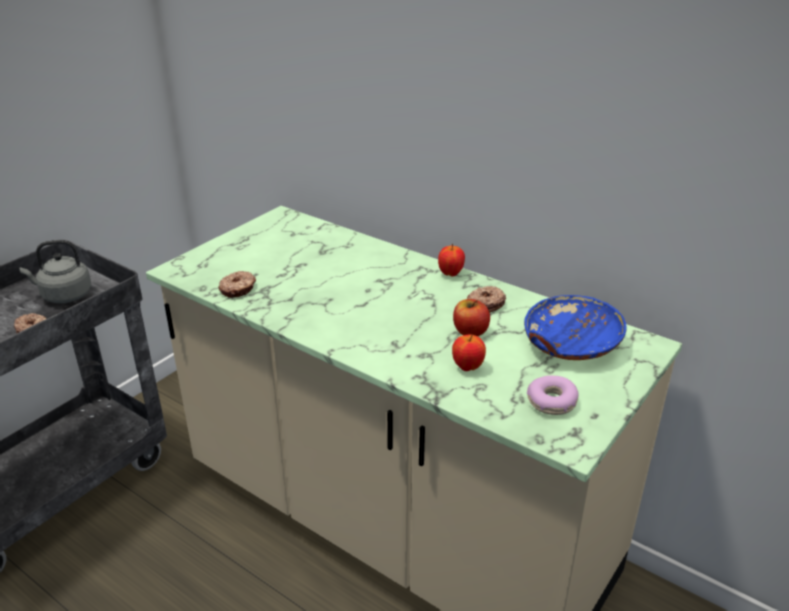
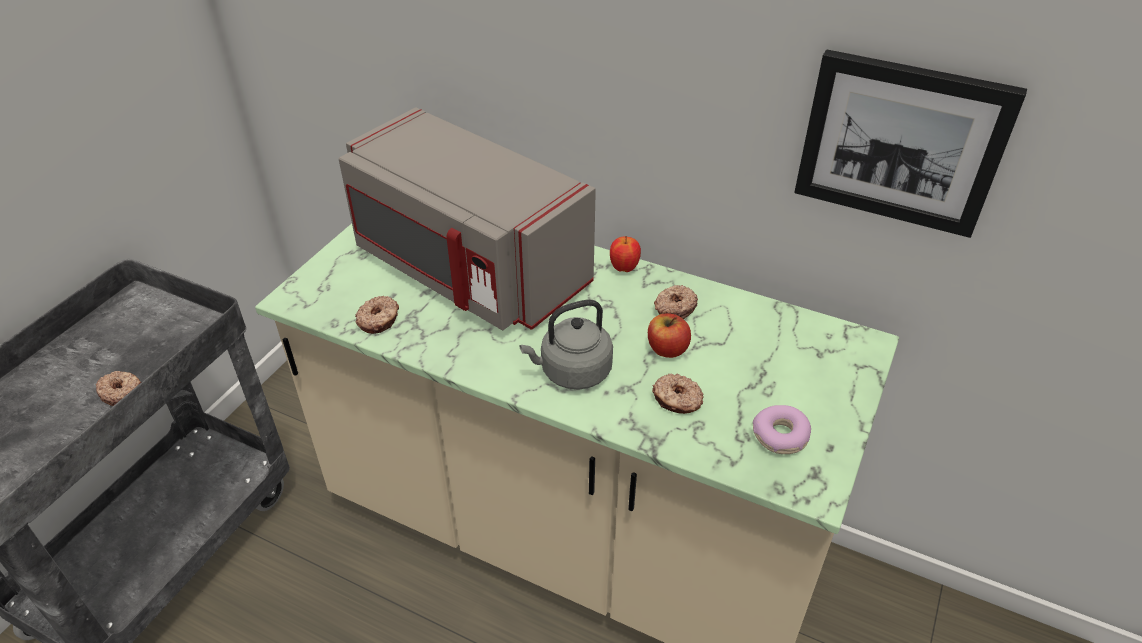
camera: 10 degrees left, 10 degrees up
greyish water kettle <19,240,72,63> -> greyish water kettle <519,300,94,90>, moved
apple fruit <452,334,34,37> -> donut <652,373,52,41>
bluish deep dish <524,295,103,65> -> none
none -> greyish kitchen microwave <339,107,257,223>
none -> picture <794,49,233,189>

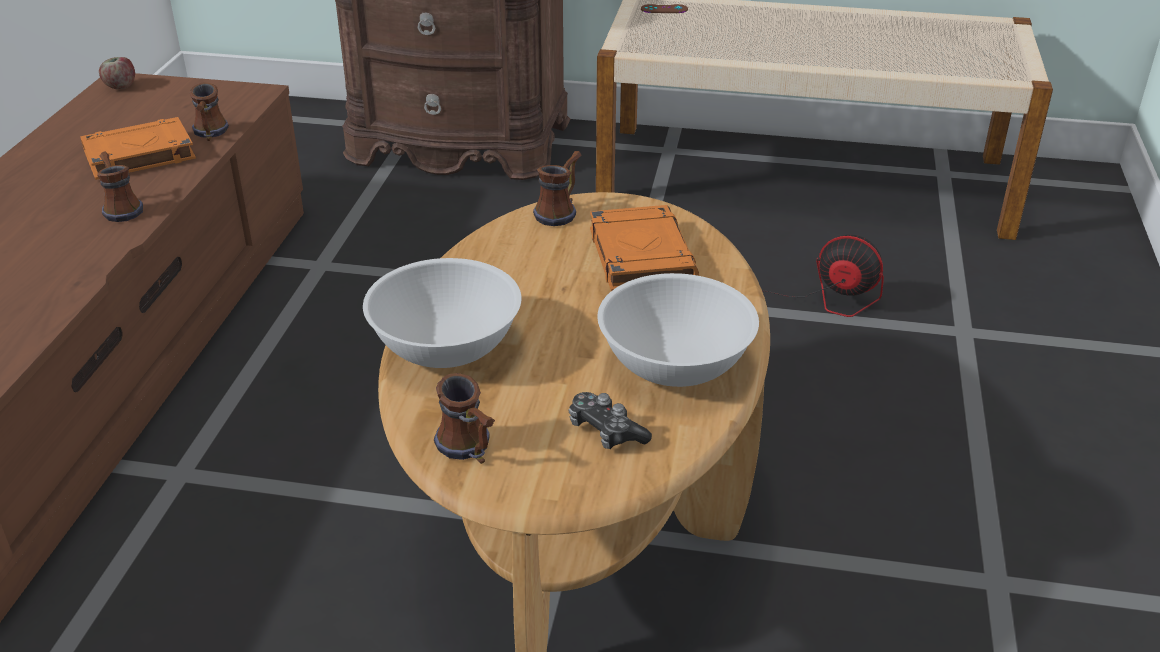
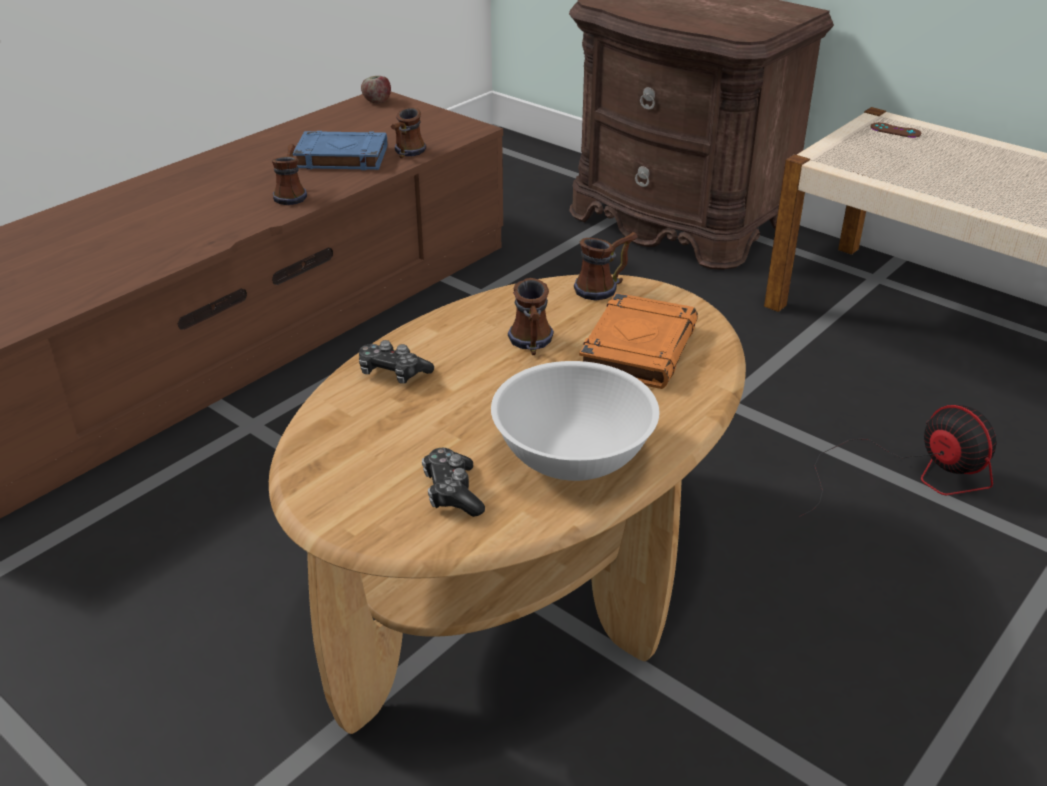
camera: 30 degrees right, 0 degrees up
orangey book <80,117,116,63> -> bluish book <293,131,94,39>
white-coloured deep dish <363,258,159,110> -> gamepad <359,340,75,44>
coffee mug <434,373,61,91> -> coffee mug <508,278,46,77>, moved

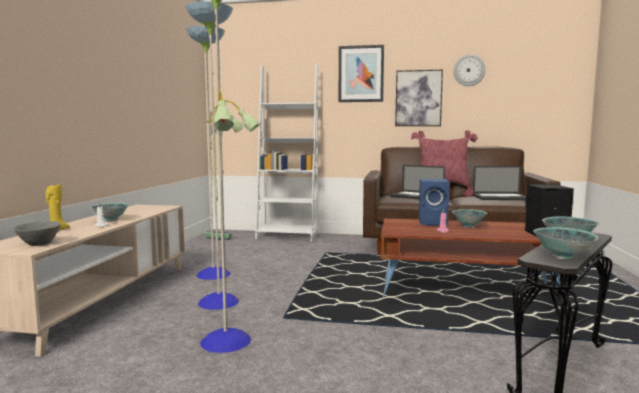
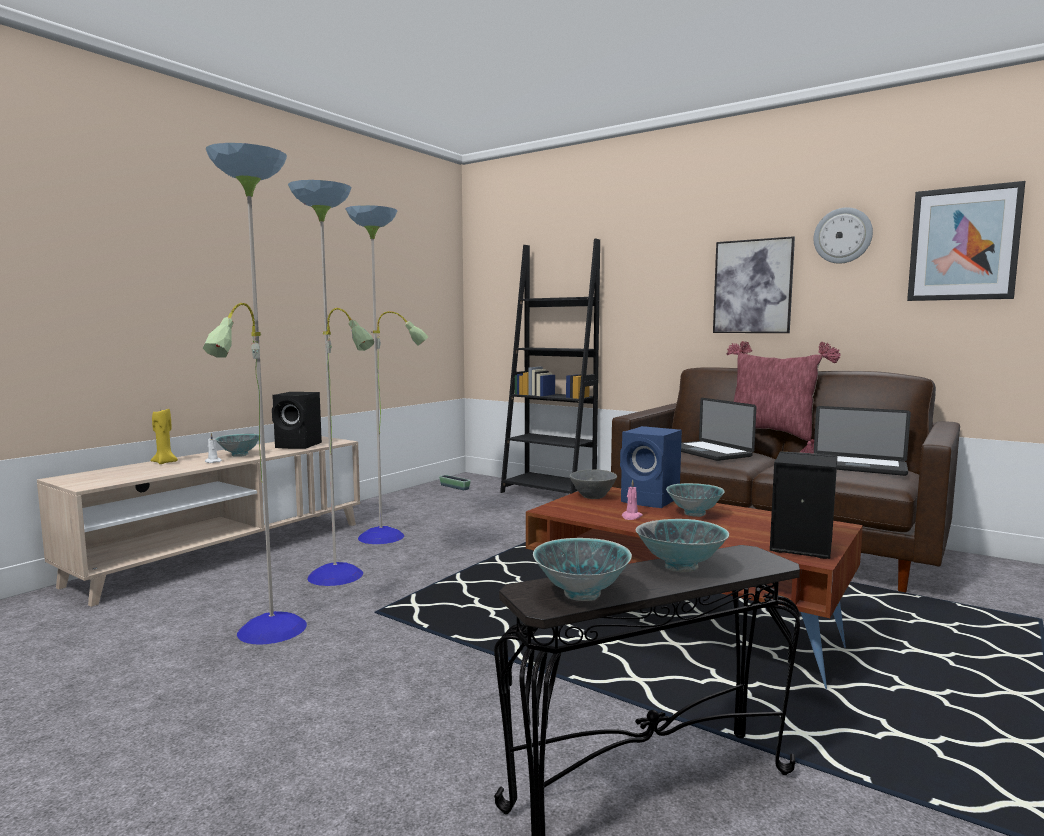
camera: 25 degrees right, 0 degrees up
greyish deep dish <13,221,48,25> -> greyish deep dish <570,470,47,29>, moved
white-coloured shelving unit <255,64,63,177> -> black-coloured shelving unit <500,239,100,255>
picture <339,45,45,57> -> picture <907,181,118,120>, moved
none -> black-coloured speaker <272,392,50,57>

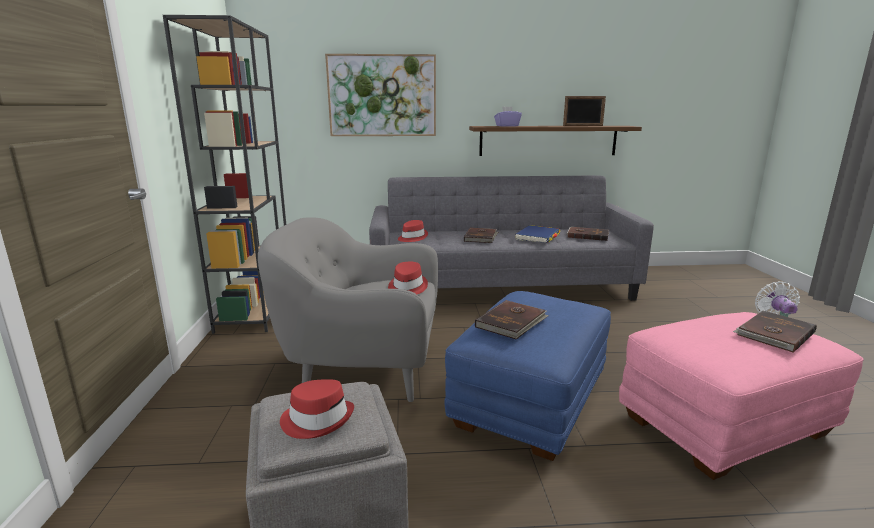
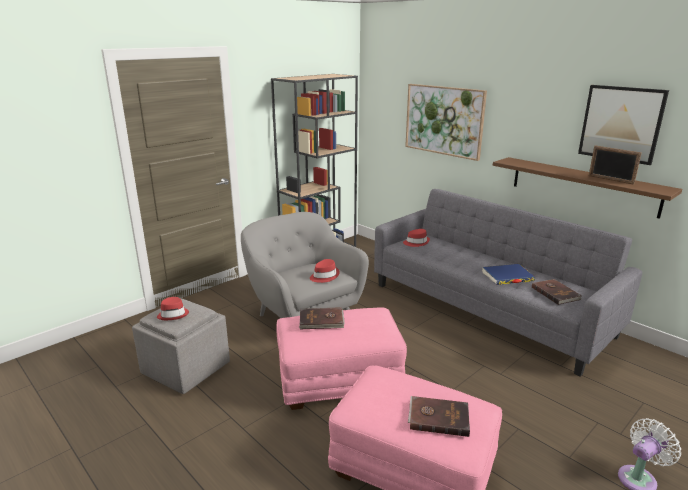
camera: 50 degrees right, 5 degrees up
bluish footrest <444,291,167,170> -> pinkish footrest <276,307,131,103>
brownish book <464,228,34,15> -> none
purplish tissue holder <494,107,28,20> -> none
none -> picture <578,85,91,80>

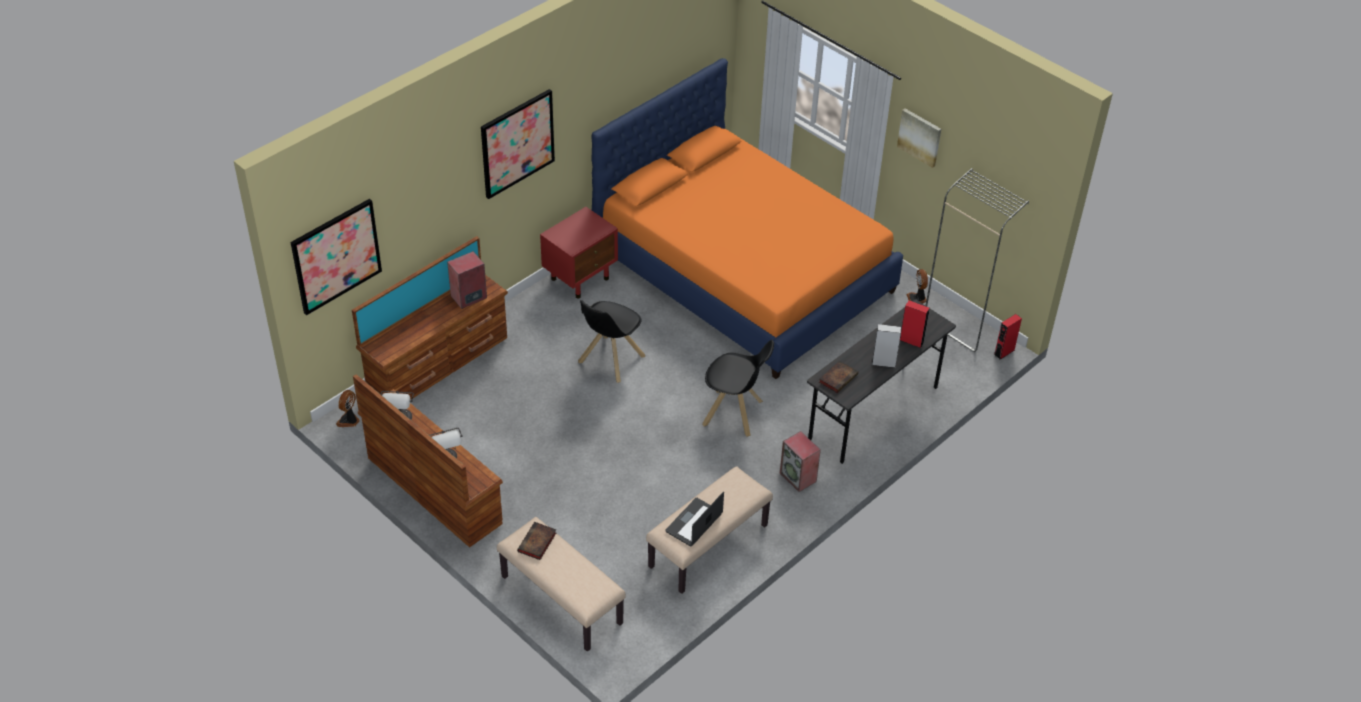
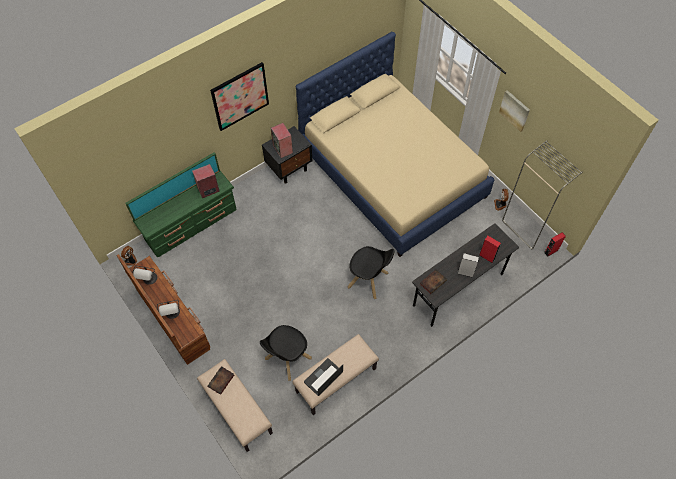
camera: 10 degrees right, 15 degrees up
picture <291,199,91,116> -> none
brownish drawer chest <352,236,156,163> -> green-coloured drawer chest <125,152,112,106>
red-coloured bedside table <540,207,78,92> -> black-coloured bedside table <262,126,51,58>
black-coloured plain chair <578,300,67,83> -> black-coloured plain chair <260,325,52,56>, moved
orangey bedroom bed <591,58,312,321> -> beige bedroom bed <296,32,198,225>
speaker <780,431,41,61> -> speaker <271,123,22,35>, moved

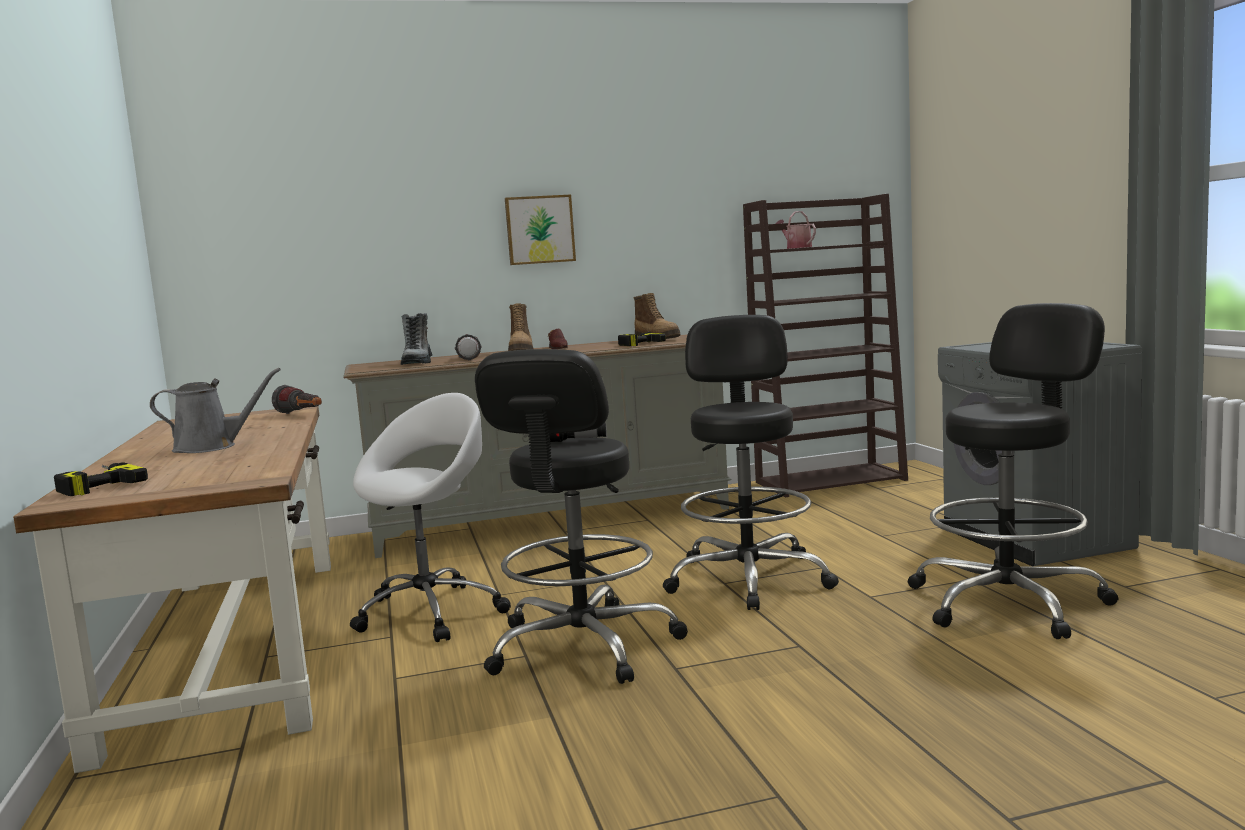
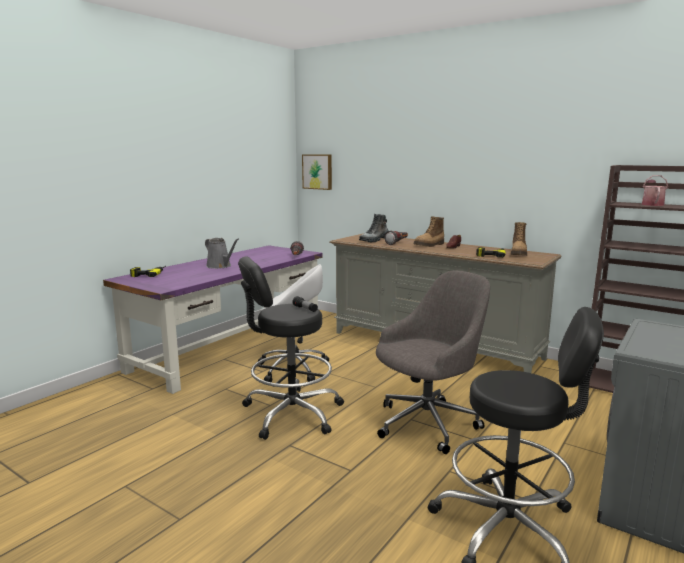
camera: 50 degrees right, 5 degrees up
brownish desk table <13,406,318,367> -> purplish desk table <103,245,220,149>
picture <505,195,71,70> -> picture <302,154,30,36>, moved
black-coloured stool seat <663,315,176,295> -> greyish office chair <376,270,114,184>

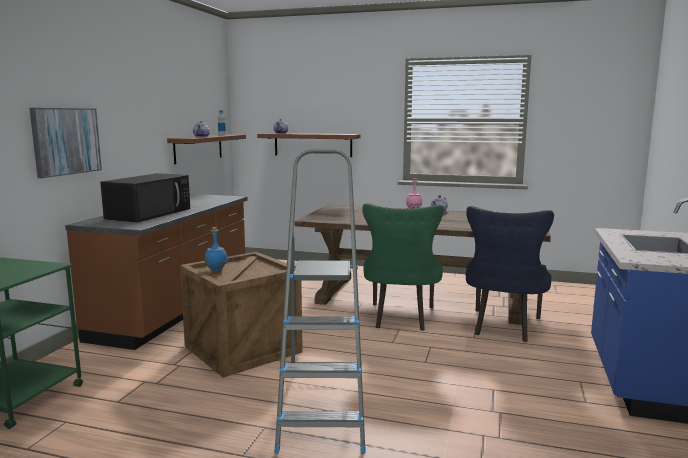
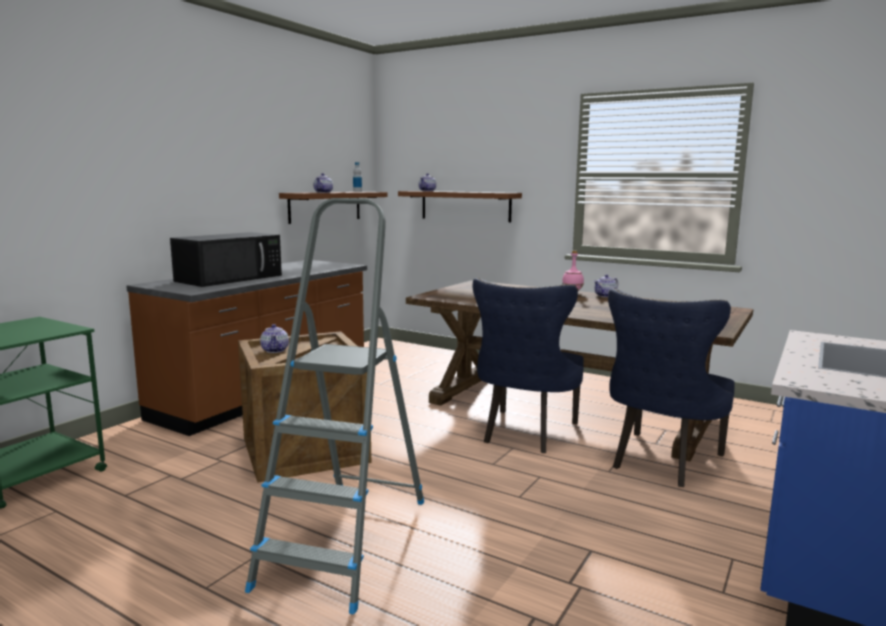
camera: 15 degrees right, 0 degrees up
picture <29,108,73,70> -> none
bluish beverage bottle <205,227,22,45> -> pot for tea <260,324,29,29>
green-coloured plain chair <363,203,81,128> -> bluish plain chair <473,278,111,175>

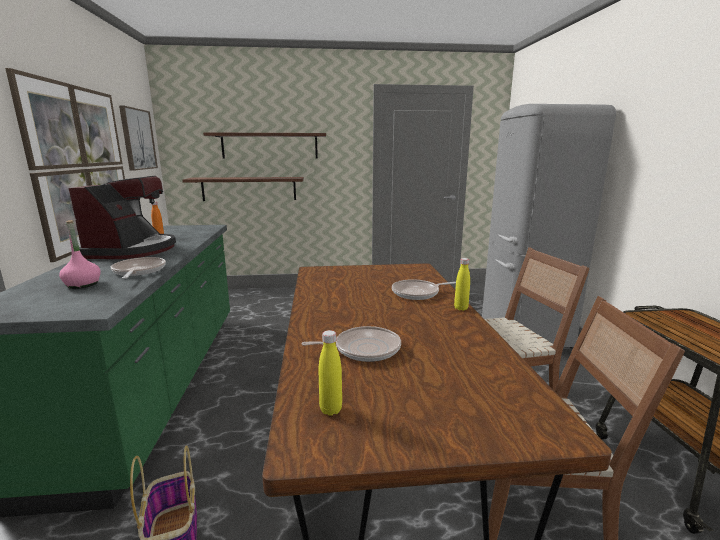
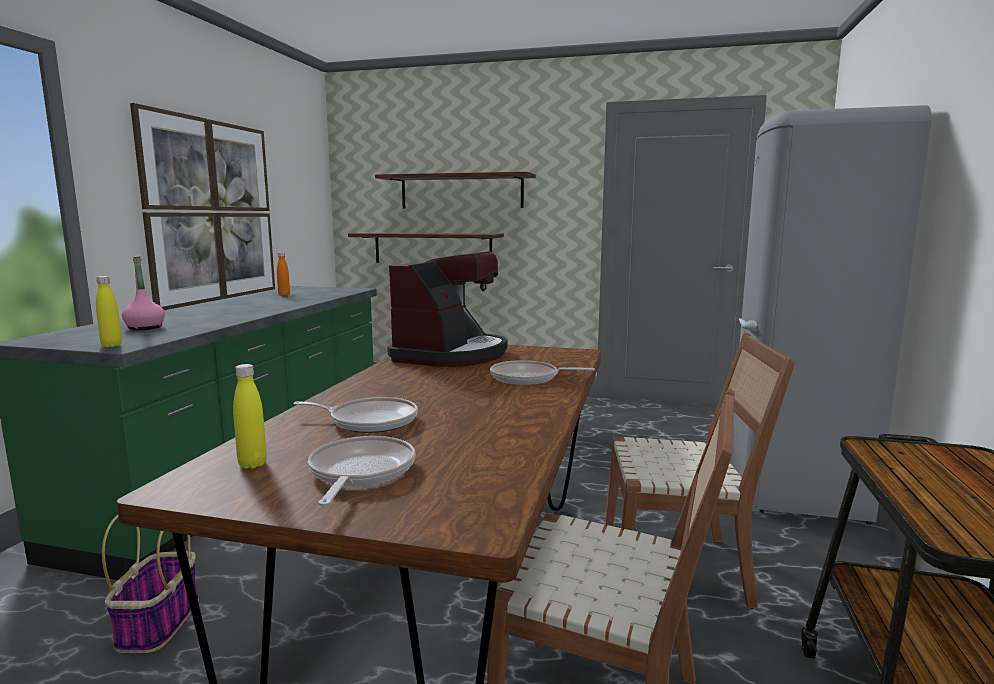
camera: 20 degrees right, 5 degrees down
coffee maker <69,176,107,83> -> coffee maker <387,251,121,116>, moved
skillet <111,257,55,22> -> skillet <308,436,108,70>, moved
picture <119,105,39,66> -> none
yellow-coloured beverage bottle <454,258,16,53> -> yellow-coloured beverage bottle <96,276,26,71>, moved

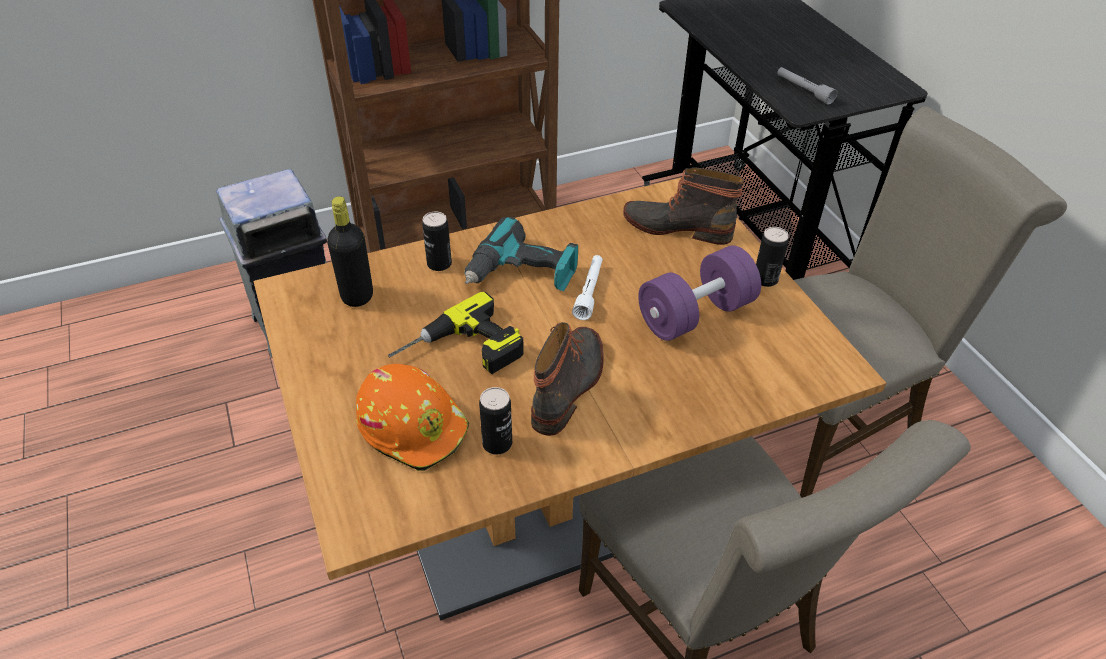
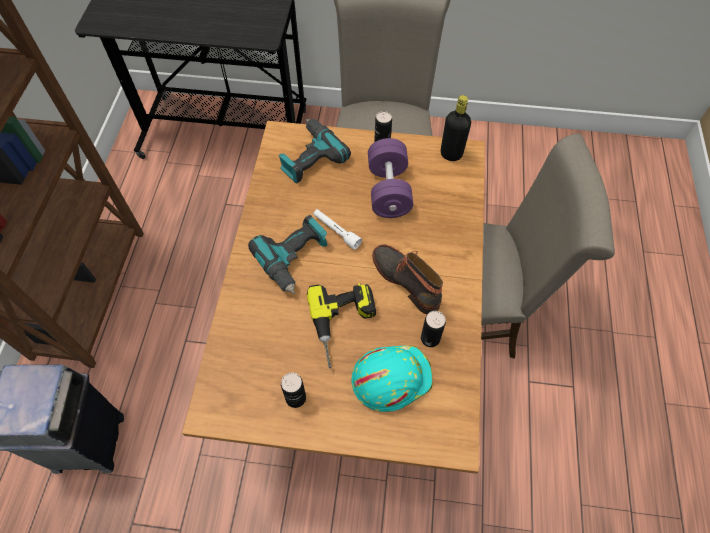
camera: 60 degrees left, 15 degrees up
black-coloured beverage bottle <327,196,46,111> -> black-coloured beverage bottle <441,95,30,66>, moved
orangey work helmet <356,364,113,107> -> turquoise work helmet <352,345,81,67>
sealed can <422,212,30,59> -> sealed can <281,373,25,35>, moved
high-top boot <623,167,121,78> -> drill <278,118,73,65>
greyish flashlight <777,67,60,38> -> none

